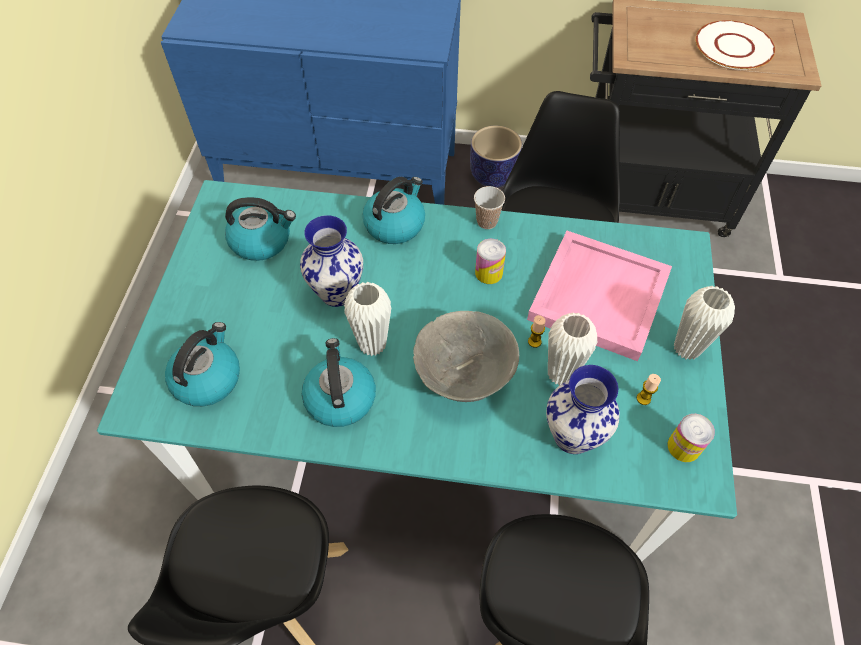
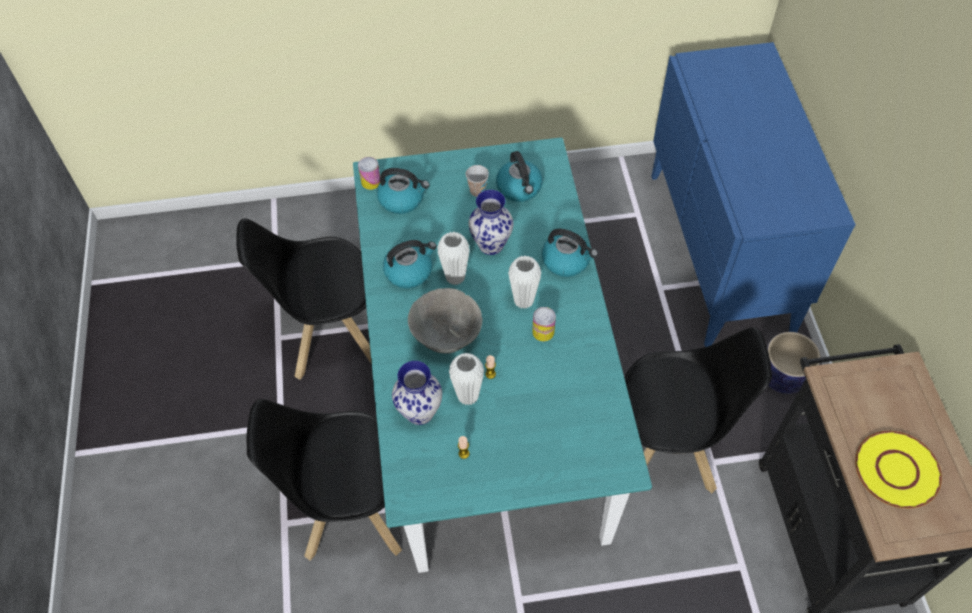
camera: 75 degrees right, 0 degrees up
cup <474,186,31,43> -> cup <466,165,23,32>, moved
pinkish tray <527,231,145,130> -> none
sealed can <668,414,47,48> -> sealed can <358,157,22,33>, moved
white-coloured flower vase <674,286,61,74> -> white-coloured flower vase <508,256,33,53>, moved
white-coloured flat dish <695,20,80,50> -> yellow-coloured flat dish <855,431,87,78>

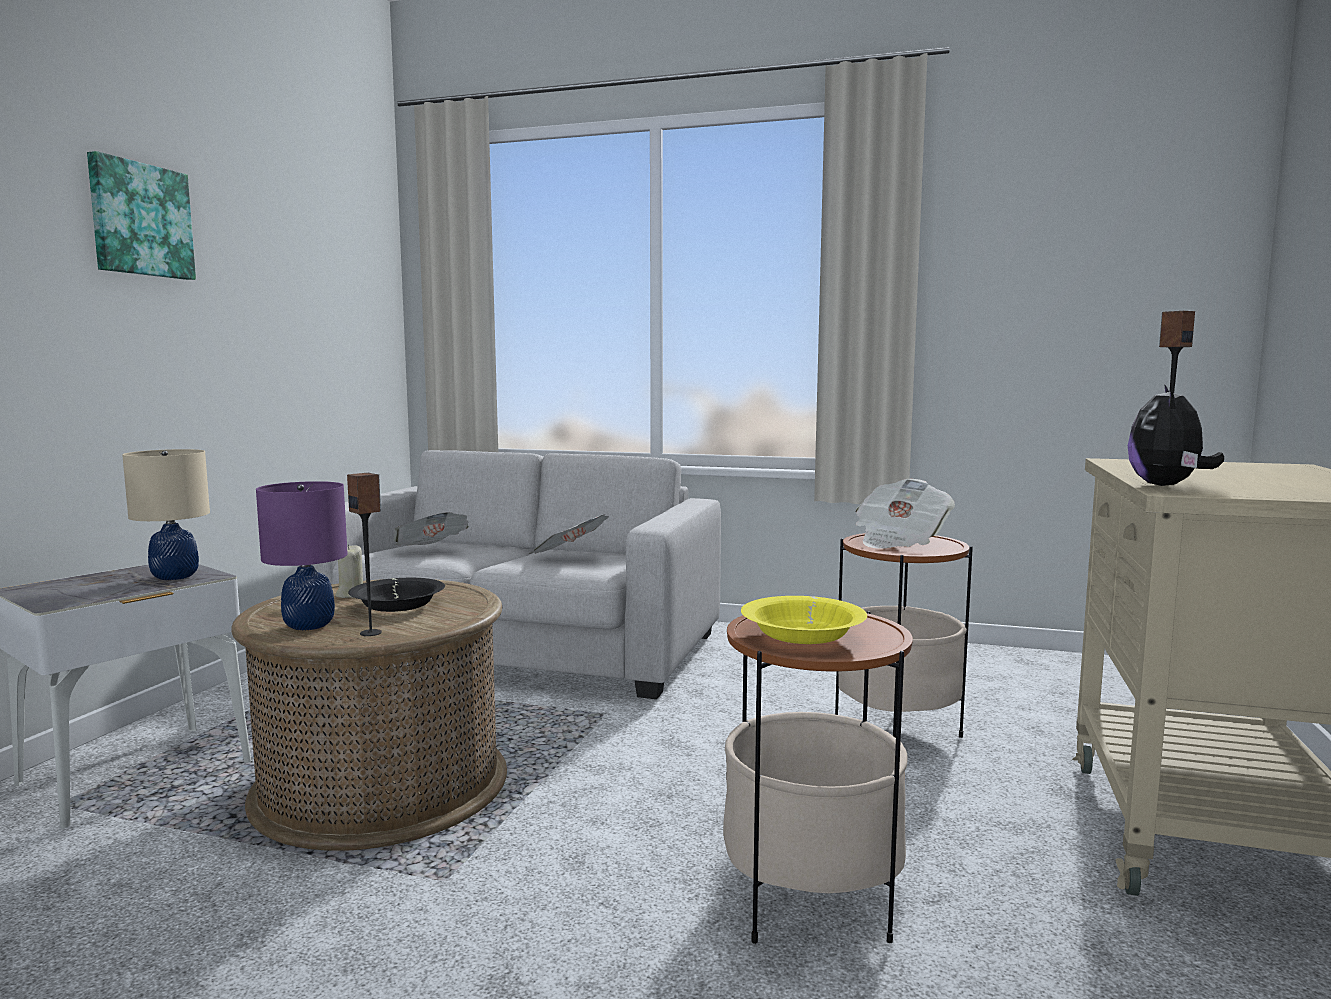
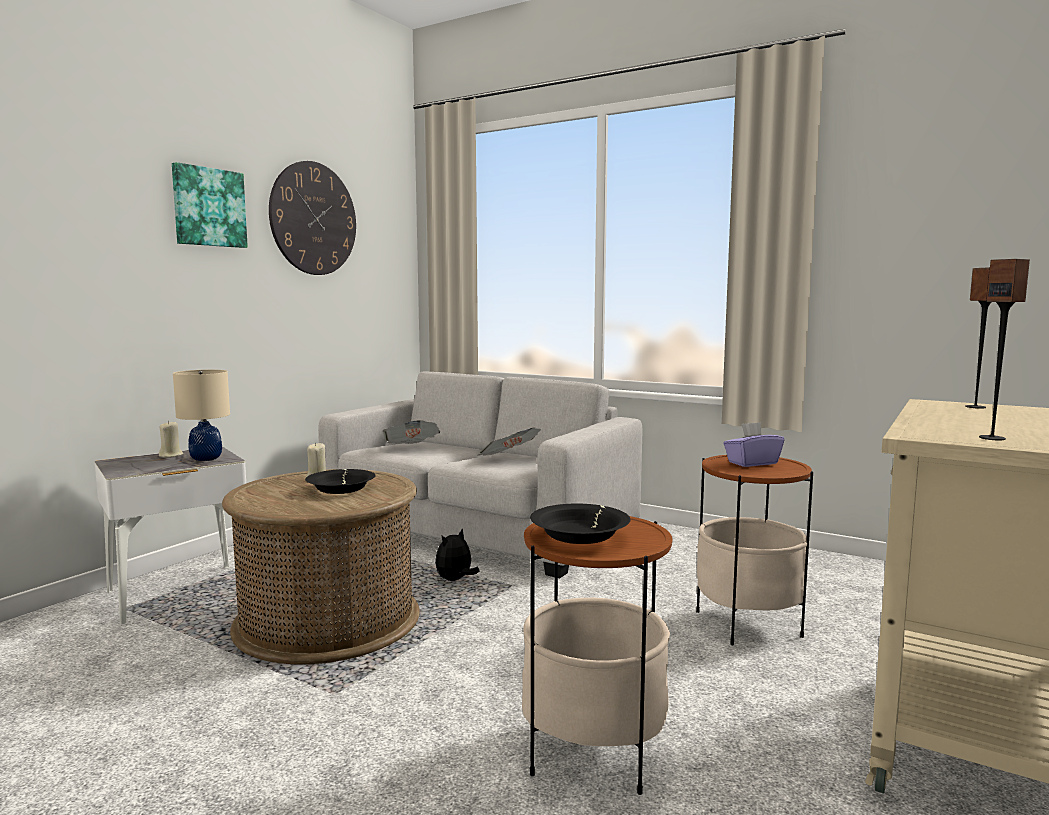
camera: 15 degrees right, 0 degrees up
purplish lamp for a table <256,481,92,150> -> none
speaker <347,473,35,163> -> speaker <979,259,51,182>, moved
yellow-coloured deep dish <741,596,126,48> -> black-coloured deep dish <530,504,101,40>
daily paper <856,479,99,70> -> purplish tissue holder <723,422,61,45>
cuddly toy <1128,384,96,102> -> cuddly toy <435,529,45,52>, moved
none -> beige wax light <159,421,24,36>
none -> hanging clock <269,161,87,114>

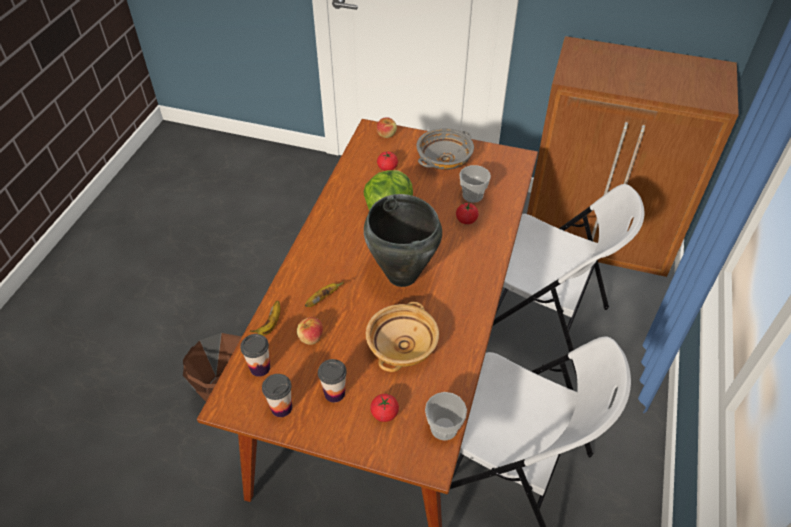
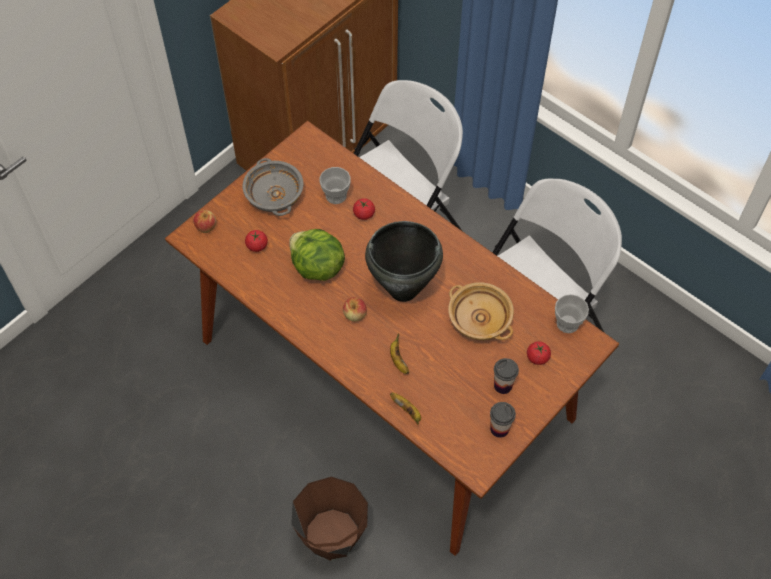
camera: 65 degrees left, 10 degrees up
cup <240,334,30,43> -> none
apple fruit <297,317,26,28> -> apple fruit <343,297,24,25>, moved

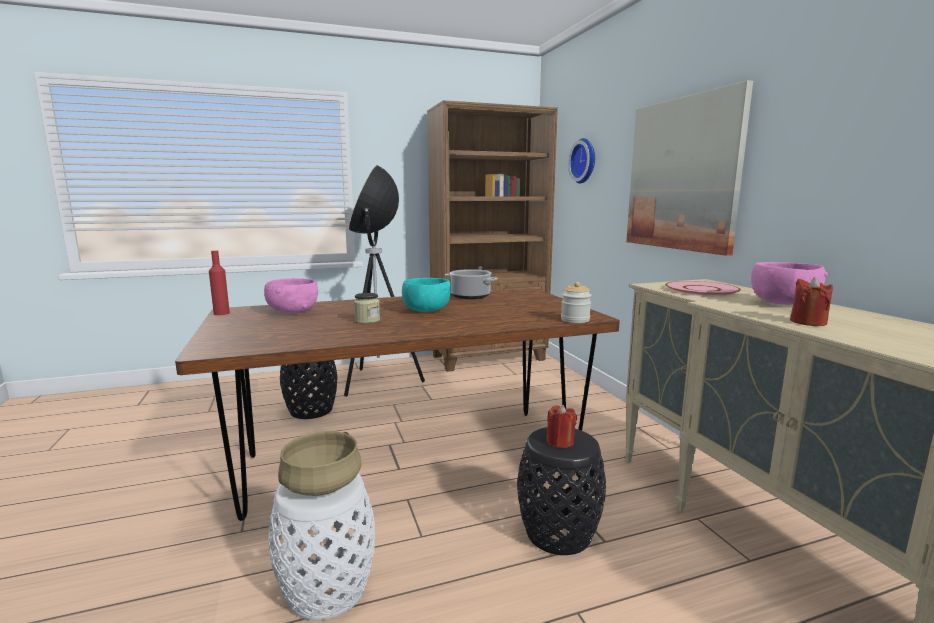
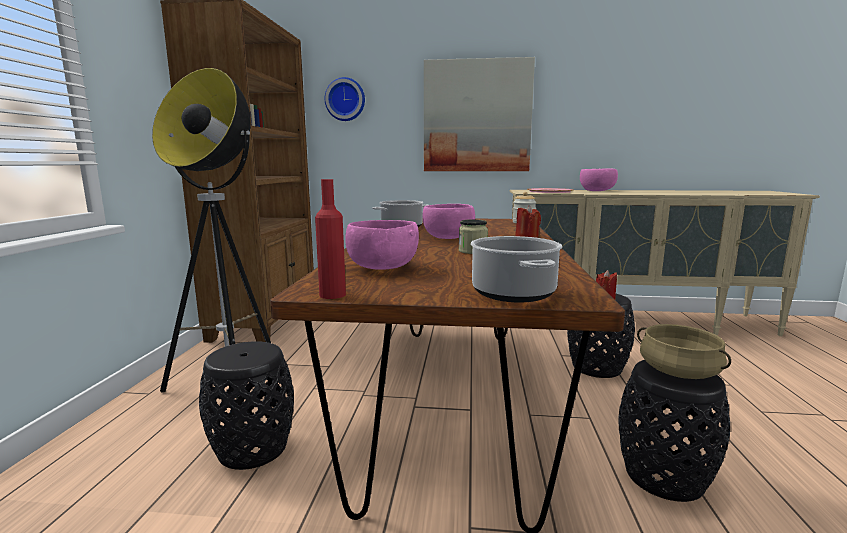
camera: 65 degrees left, 0 degrees up
white-coloured stool seat <268,473,107,147> -> black-coloured stool seat <619,360,111,142>
turquoise deep dish <402,278,49,34> -> pinkish deep dish <423,204,52,35>
red-coloured wax light <790,277,43,49> -> red-coloured wax light <516,205,25,33>, moved
none -> stockpot <471,236,91,67>

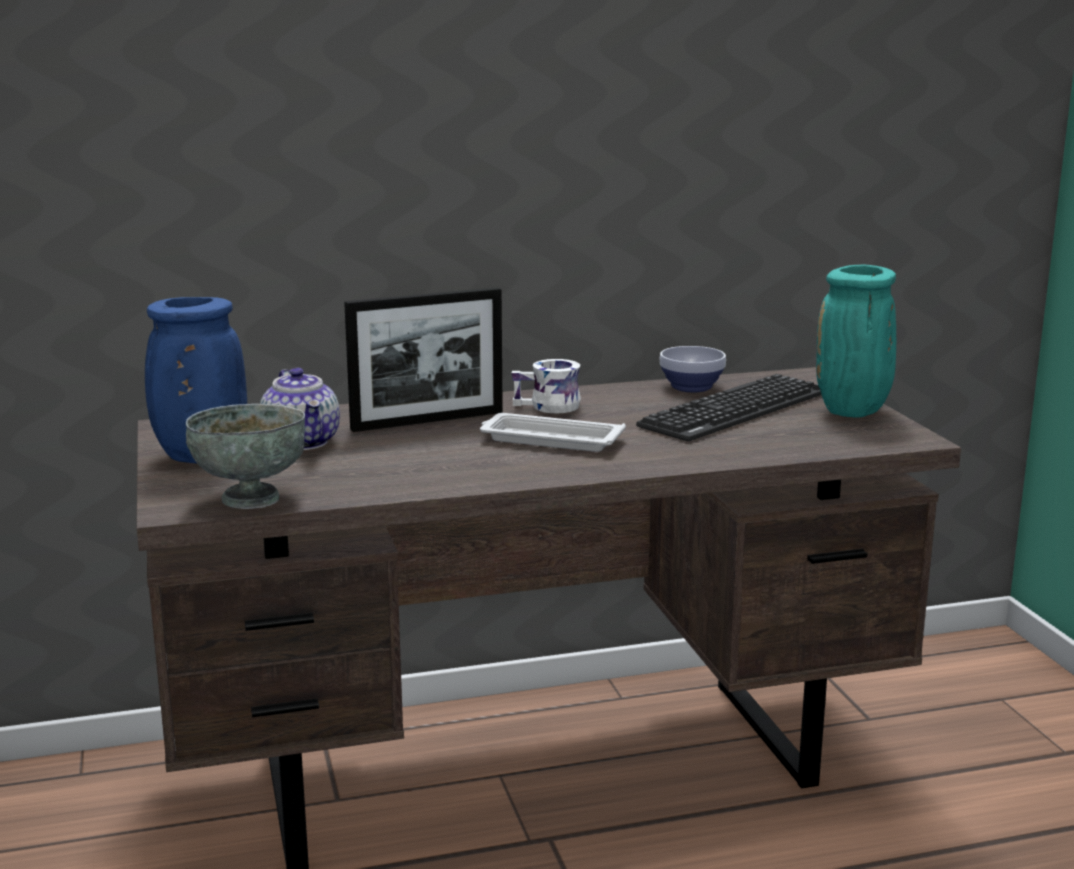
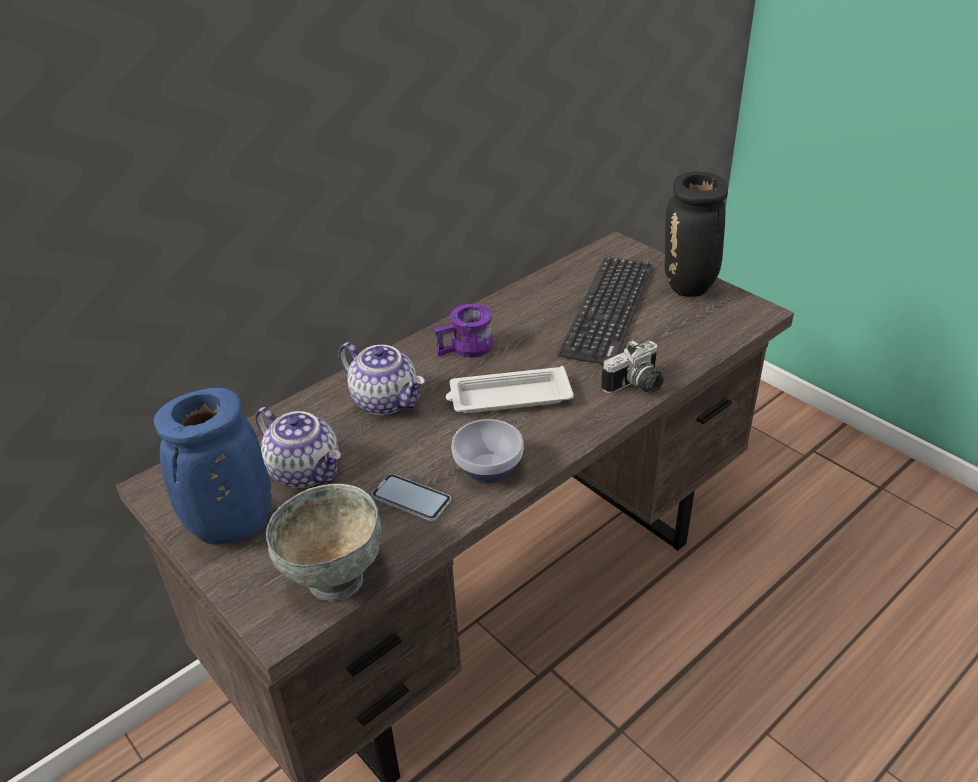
camera: 25 degrees left, 20 degrees up
photo frame <344,287,159,145> -> pot for tea <338,342,87,73>
white-coloured coffee mug <511,359,70,54> -> purplish coffee mug <433,304,60,54>
deep dish <660,346,66,46> -> deep dish <451,419,72,64>, moved
turquoise flower vase <816,265,80,153> -> black-coloured flower vase <664,171,64,126>
none -> phone <372,474,79,47>
none -> still camera <601,340,63,54>

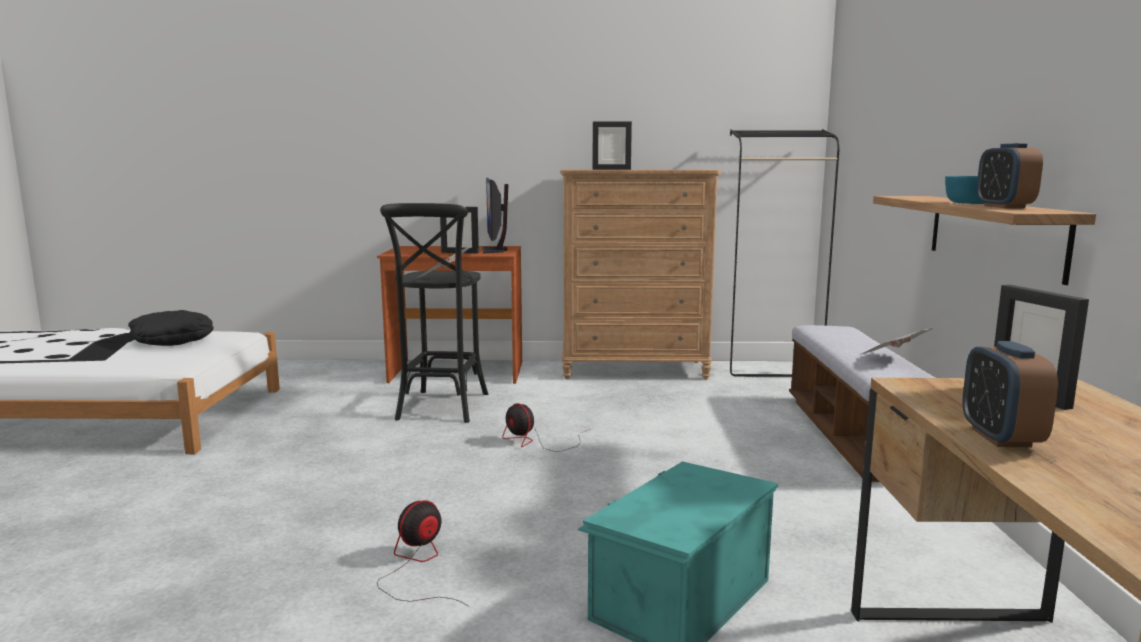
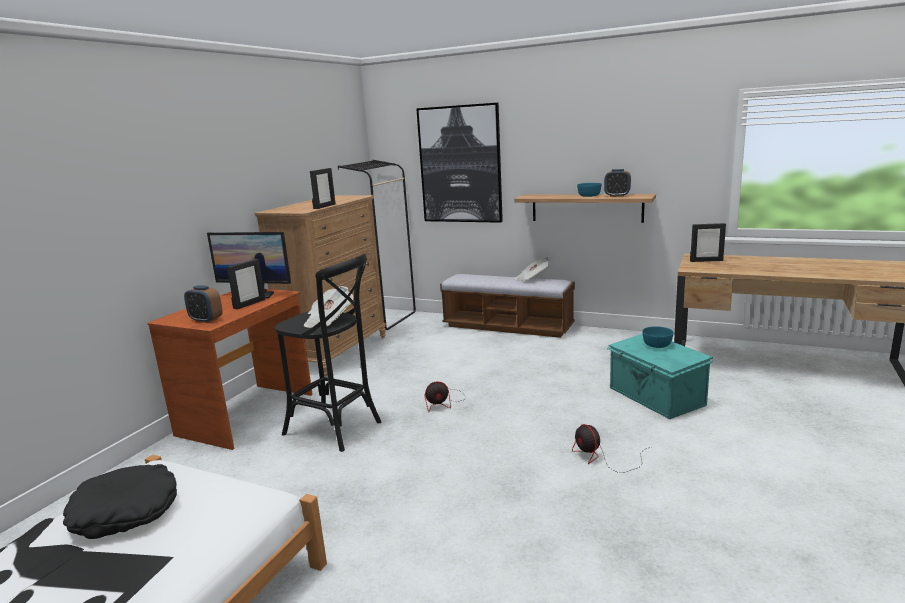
camera: 65 degrees left, 5 degrees up
bedside clock <962,341,96,106> -> bedside clock <184,285,39,38>, moved
none -> picture <416,103,87,120>
none -> turquoise deep dish <642,326,32,22>

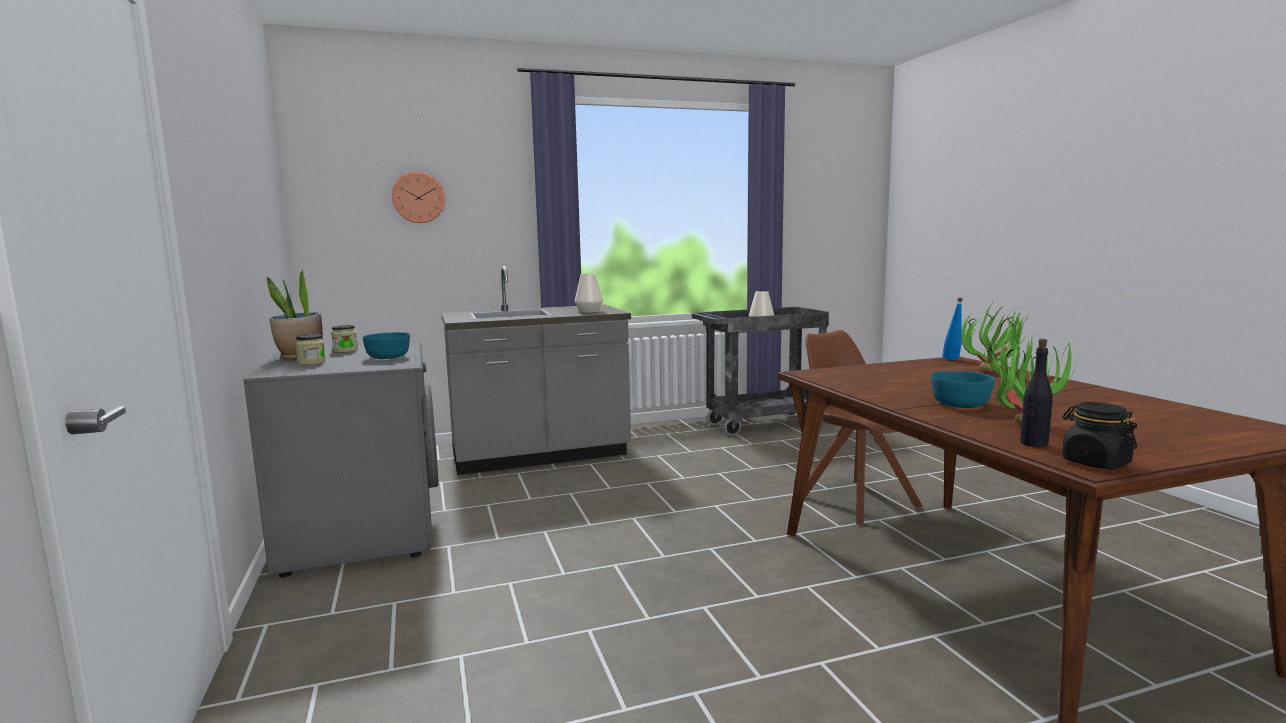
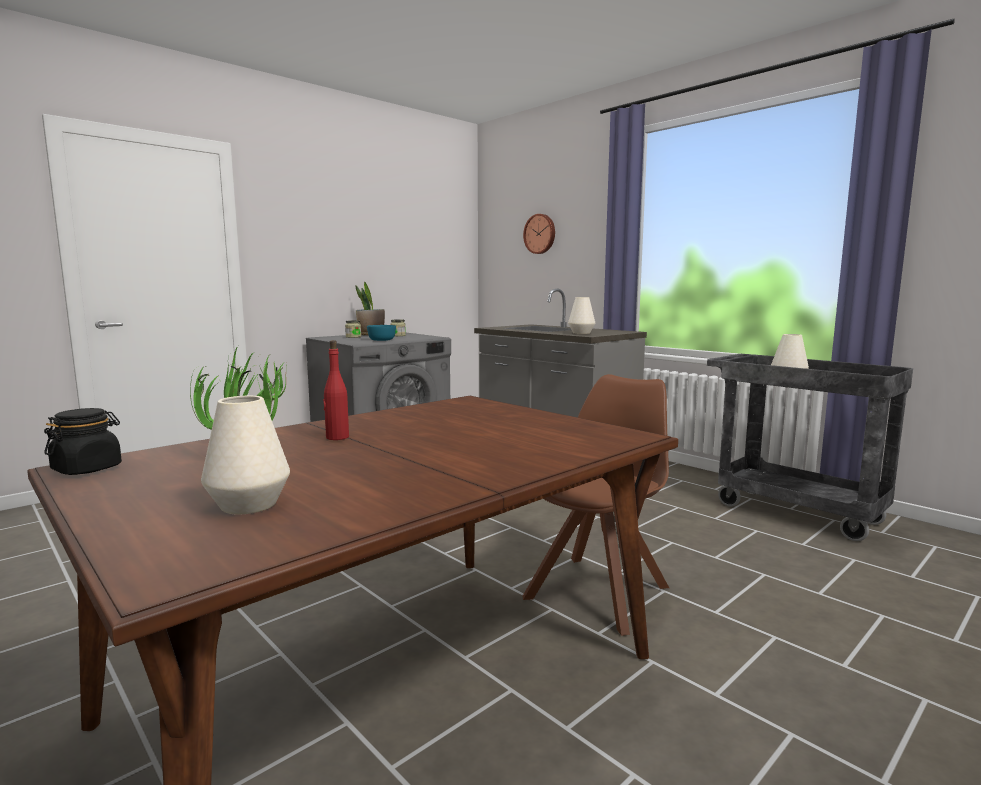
camera: 65 degrees right, 0 degrees up
turquoise deep dish <931,371,64,37> -> red-coloured beverage bottle <323,340,26,100>
bluish beverage bottle <942,297,21,63> -> none
potted plant <961,304,66,67> -> none
black-coloured beverage bottle <1020,339,33,108> -> none
none -> white-coloured flower vase <201,396,89,118>

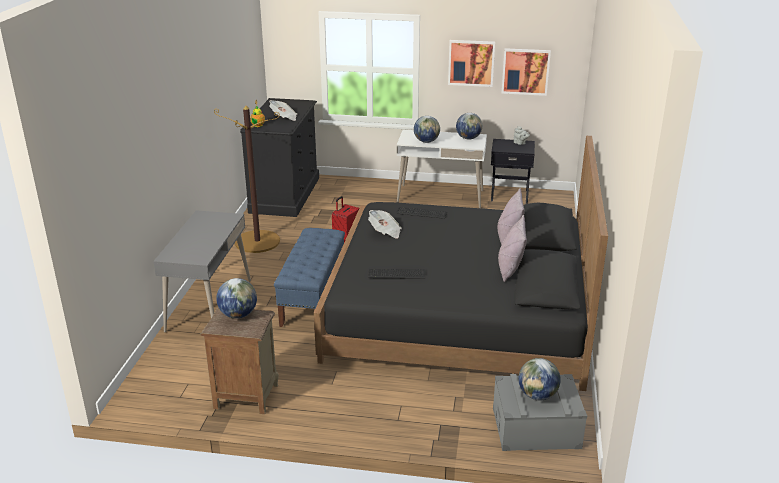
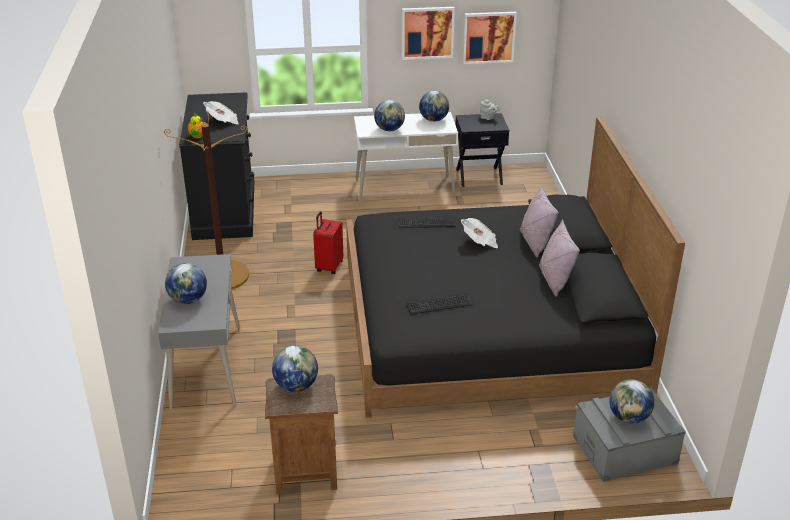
camera: 15 degrees left, 5 degrees up
bluish long seat <274,228,71,99> -> none
daily paper <368,210,34,29> -> daily paper <461,218,37,30>, moved
none -> world globe <165,263,42,41>

